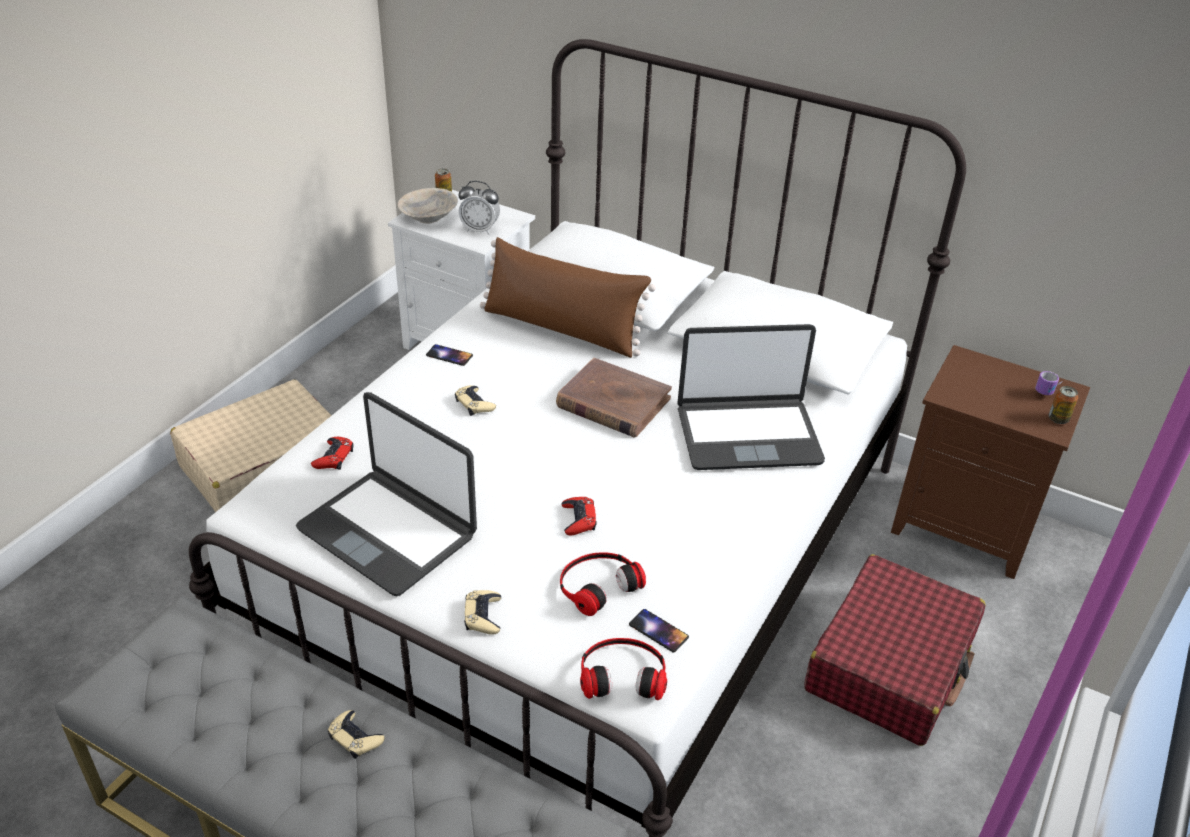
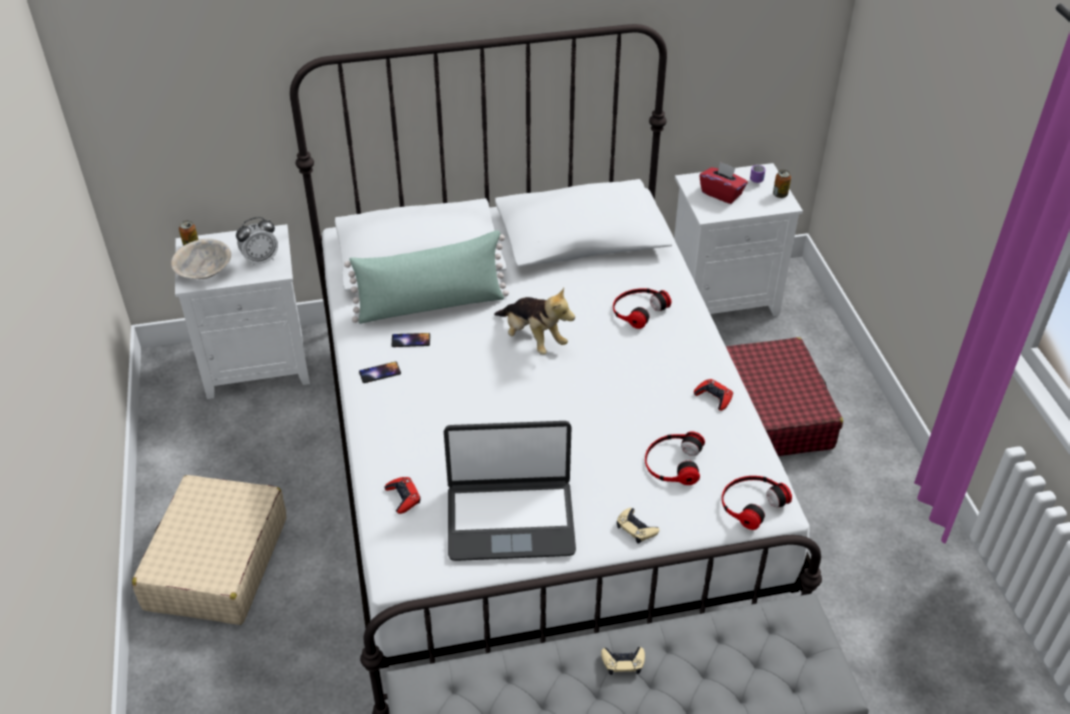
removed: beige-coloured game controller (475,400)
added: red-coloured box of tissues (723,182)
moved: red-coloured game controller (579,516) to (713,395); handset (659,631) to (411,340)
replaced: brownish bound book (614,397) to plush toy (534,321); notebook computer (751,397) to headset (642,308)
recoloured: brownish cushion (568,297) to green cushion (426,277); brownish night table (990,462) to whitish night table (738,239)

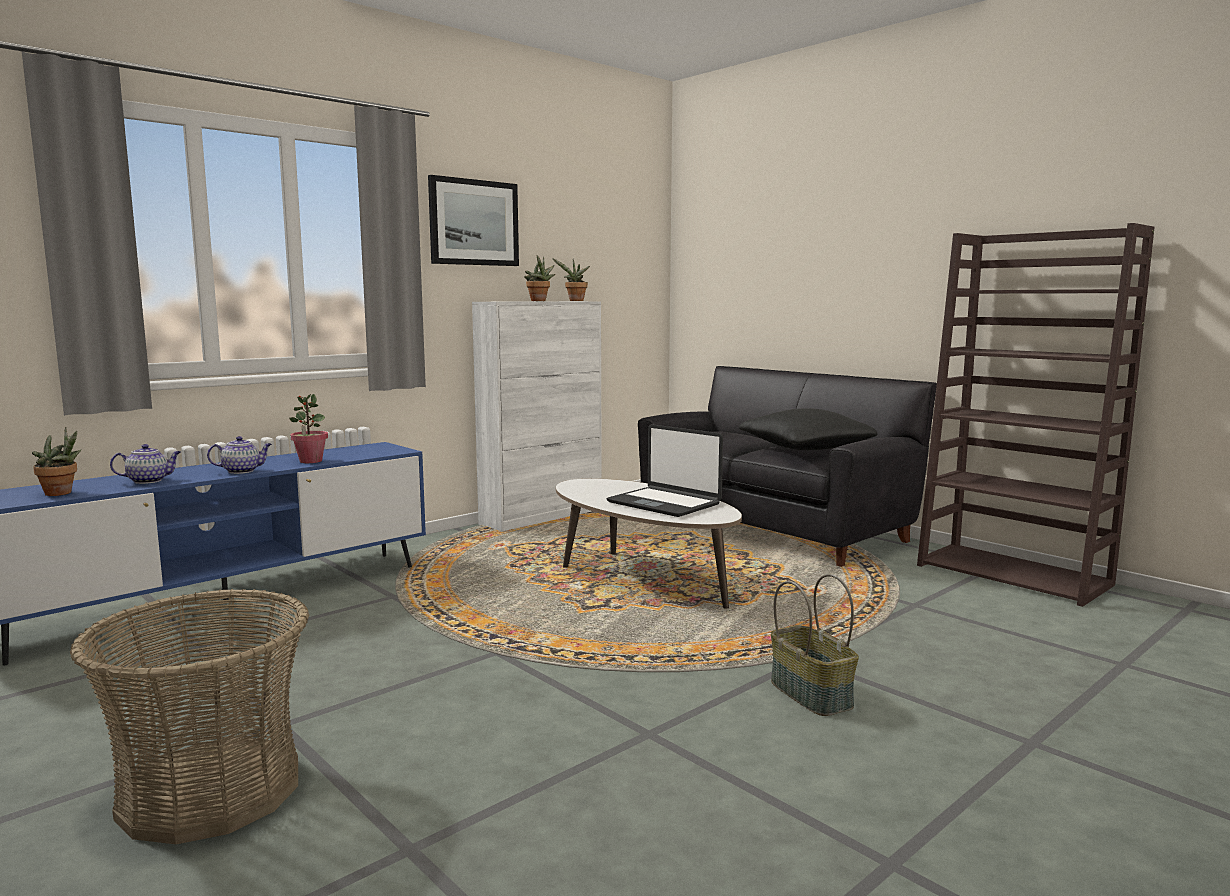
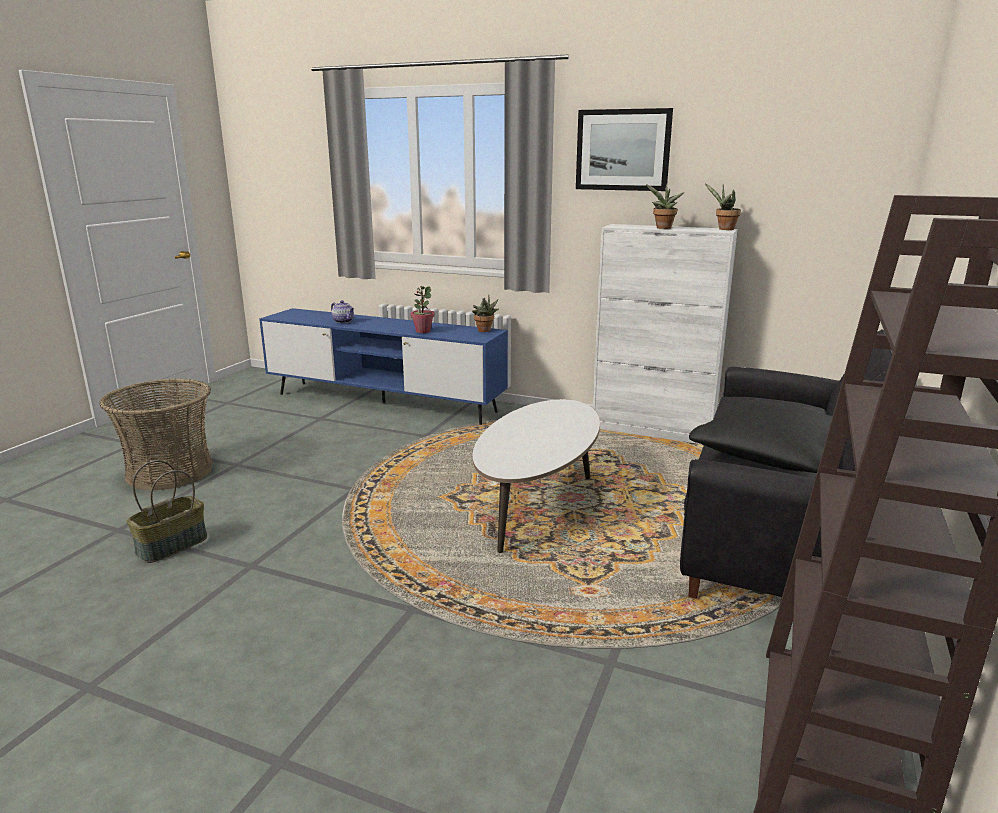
removed: tea pot (239,455); notebook computer (665,470)
moved: potted plant (56,461) to (485,313); basket (815,645) to (167,511)

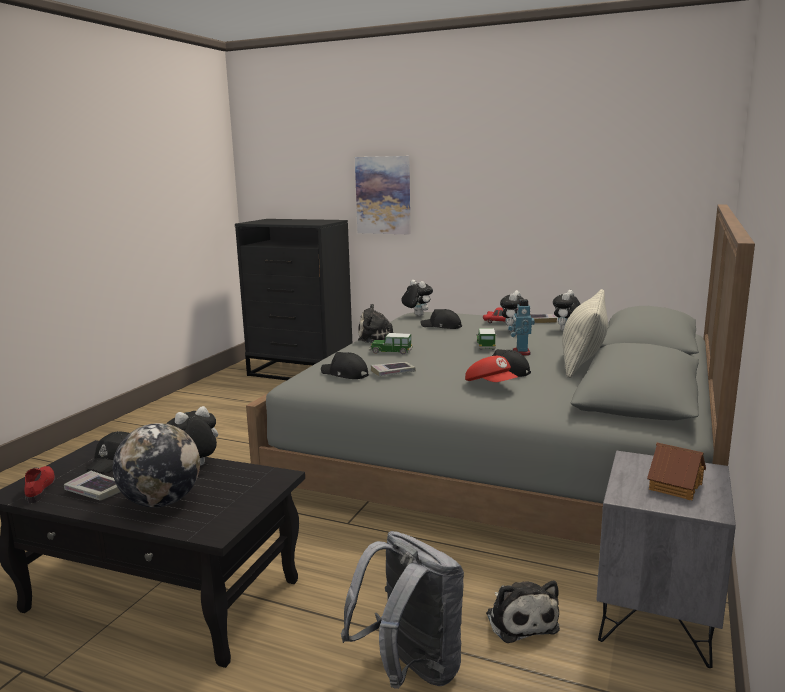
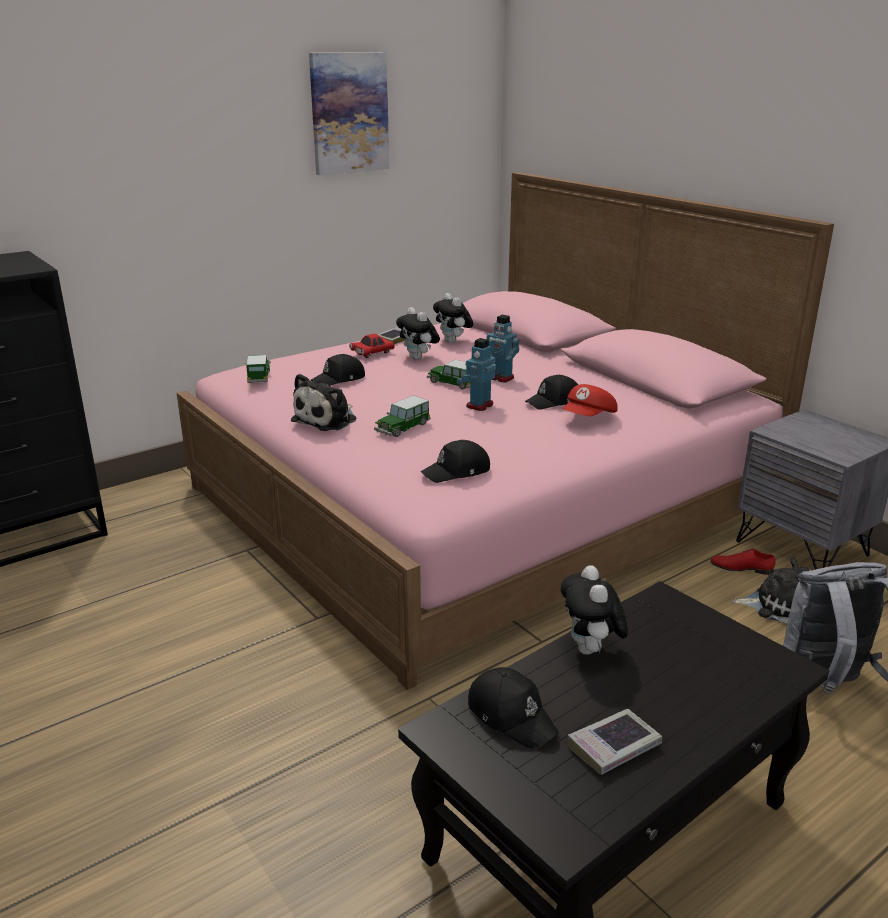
removed: desk globe (156,465); bound book (393,369); cushion (585,333); model house (676,471)
added: robot figure (476,374)
moved: red-coloured shoe (40,485) to (743,562); wall art (382,195) to (349,113)
replaced: plush toy (417,298) to toy car (258,369)
recoloured: greyish bed (500,375) to pink bed (505,431)
turned: red-coloured peaked cap (491,369) = (590,400) 135 degrees clockwise

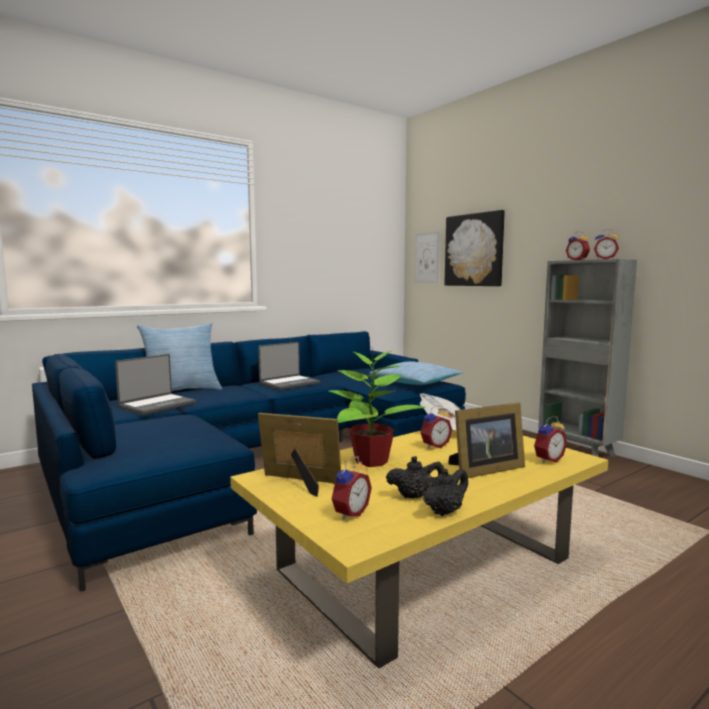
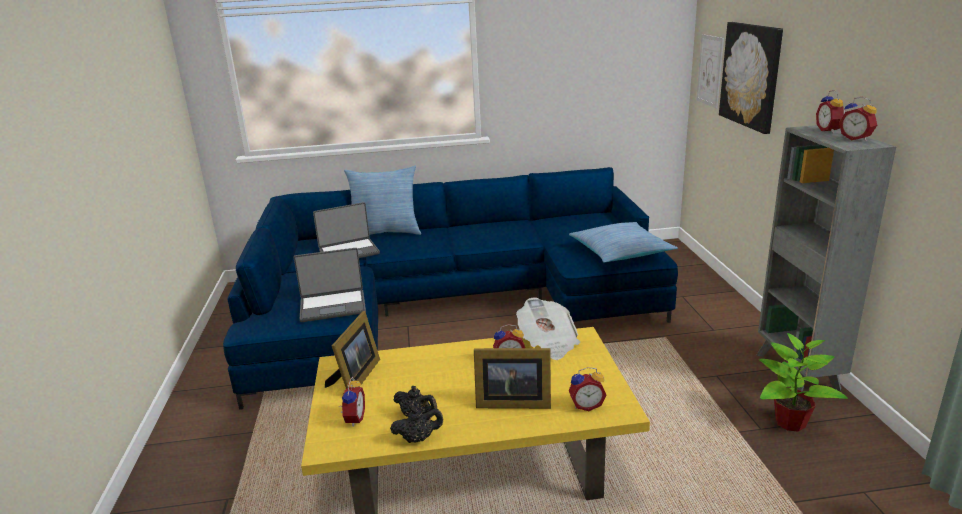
moved: notebook computer (289,366) to (330,285); potted plant (377,406) to (803,382)
turned: picture frame (299,455) = (352,350) 60 degrees clockwise; alarm clock (352,488) = (351,402) 60 degrees counterclockwise

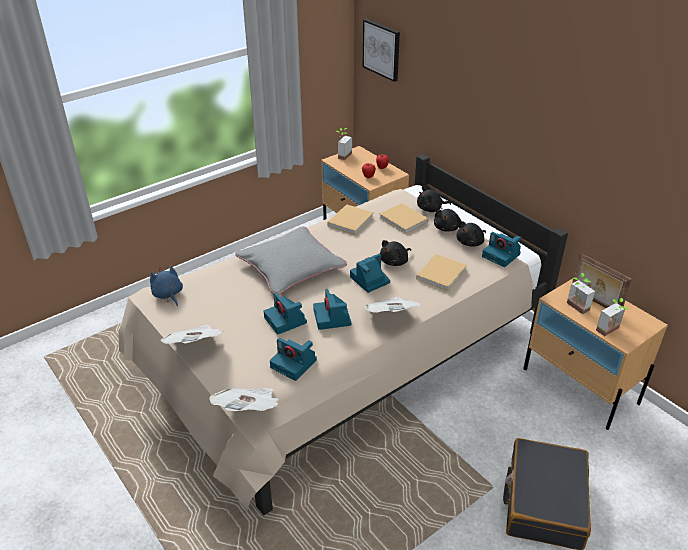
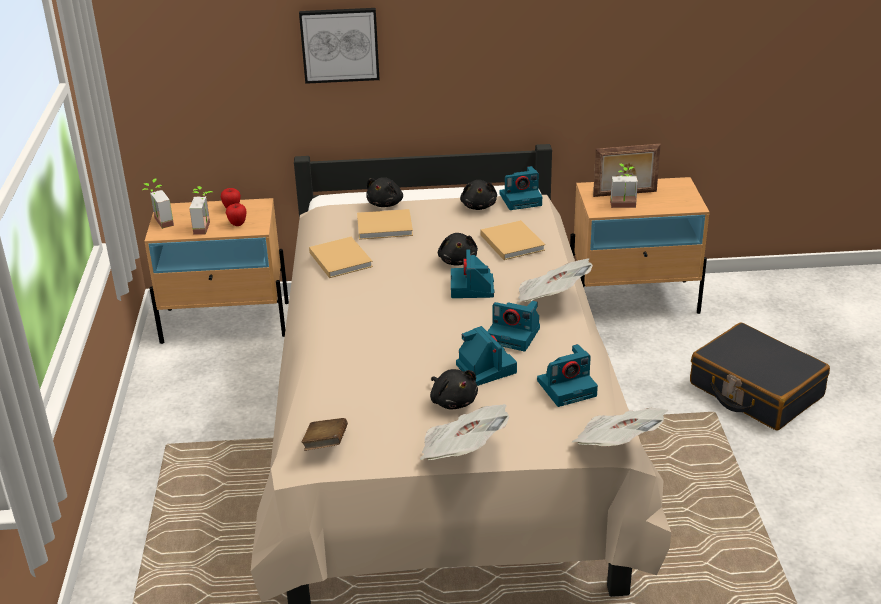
removed: greyish cushion (291,261)
moved: wall art (381,50) to (339,46); black-coloured plush toy (447,220) to (454,389); potted plant (612,317) to (200,210)
replaced: blue plush toy (166,286) to brownish bound book (325,434)
turned: still camera (285,314) = (486,356) 120 degrees counterclockwise

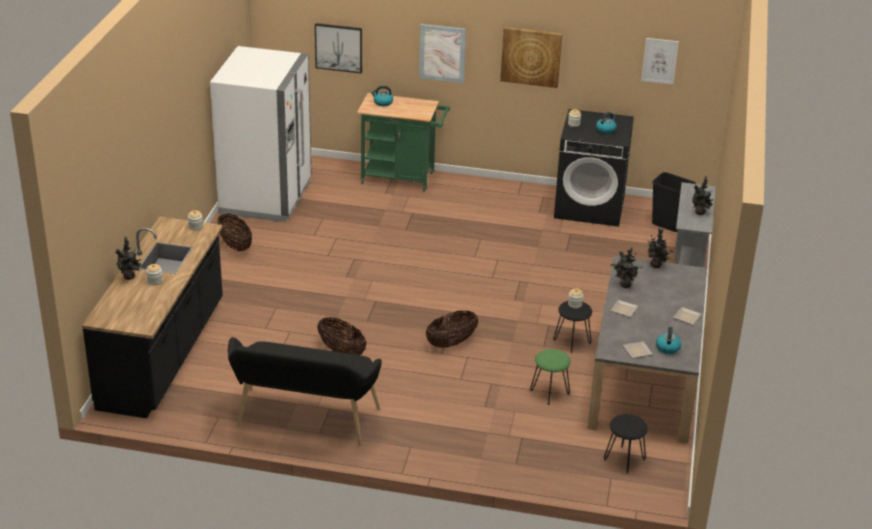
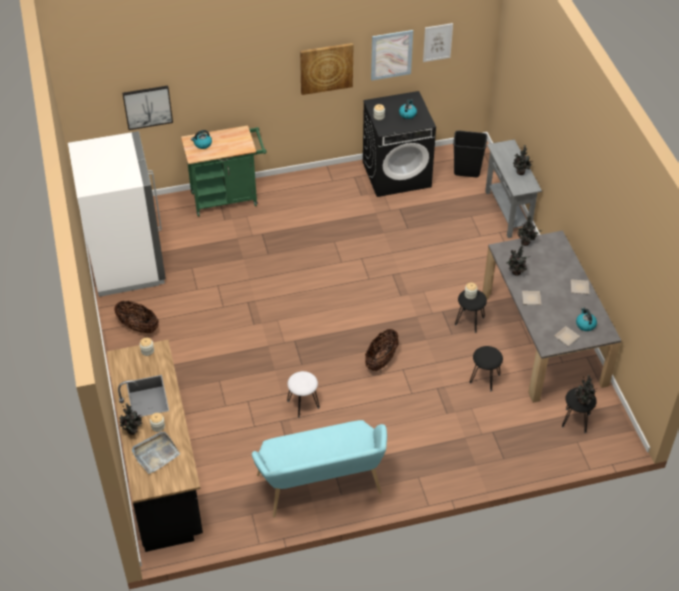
added: greyish serving tray (156,453); potted plant (586,390)
moved: wall art (442,53) to (392,55)
replaced: basket (342,336) to whitish sitting stool (303,394)
recoloured: black-coloured bench (305,391) to turquoise bench (319,468); green sitting stool (550,377) to black-coloured sitting stool (486,368)

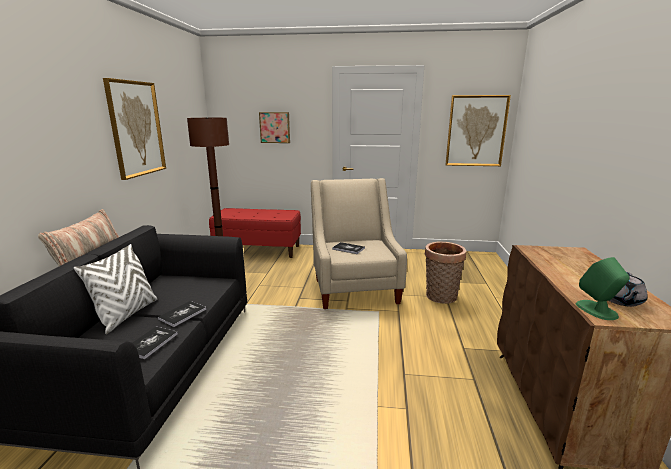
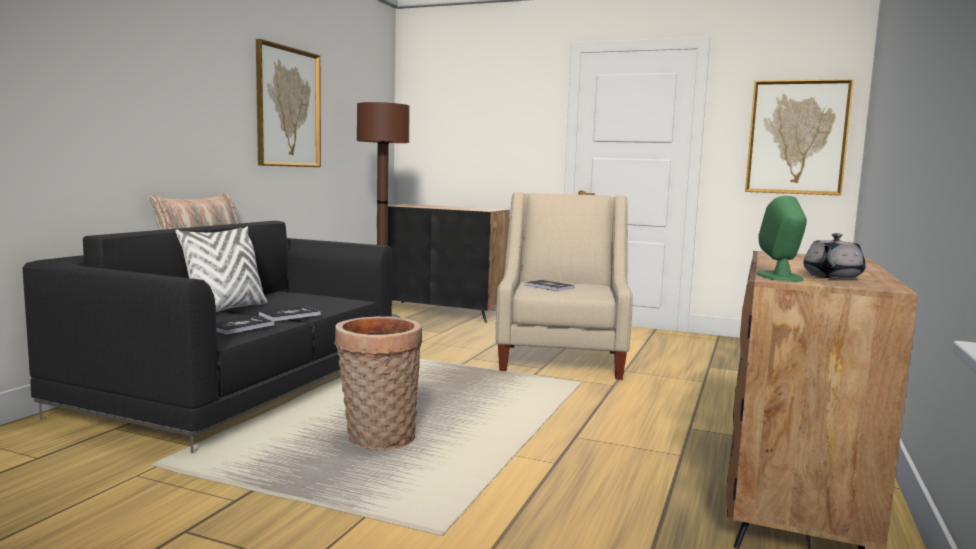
removed: wall art (274,127)
moved: basket (445,273) to (378,383)
replaced: red-coloured bench (255,233) to black-coloured cupboard (449,263)

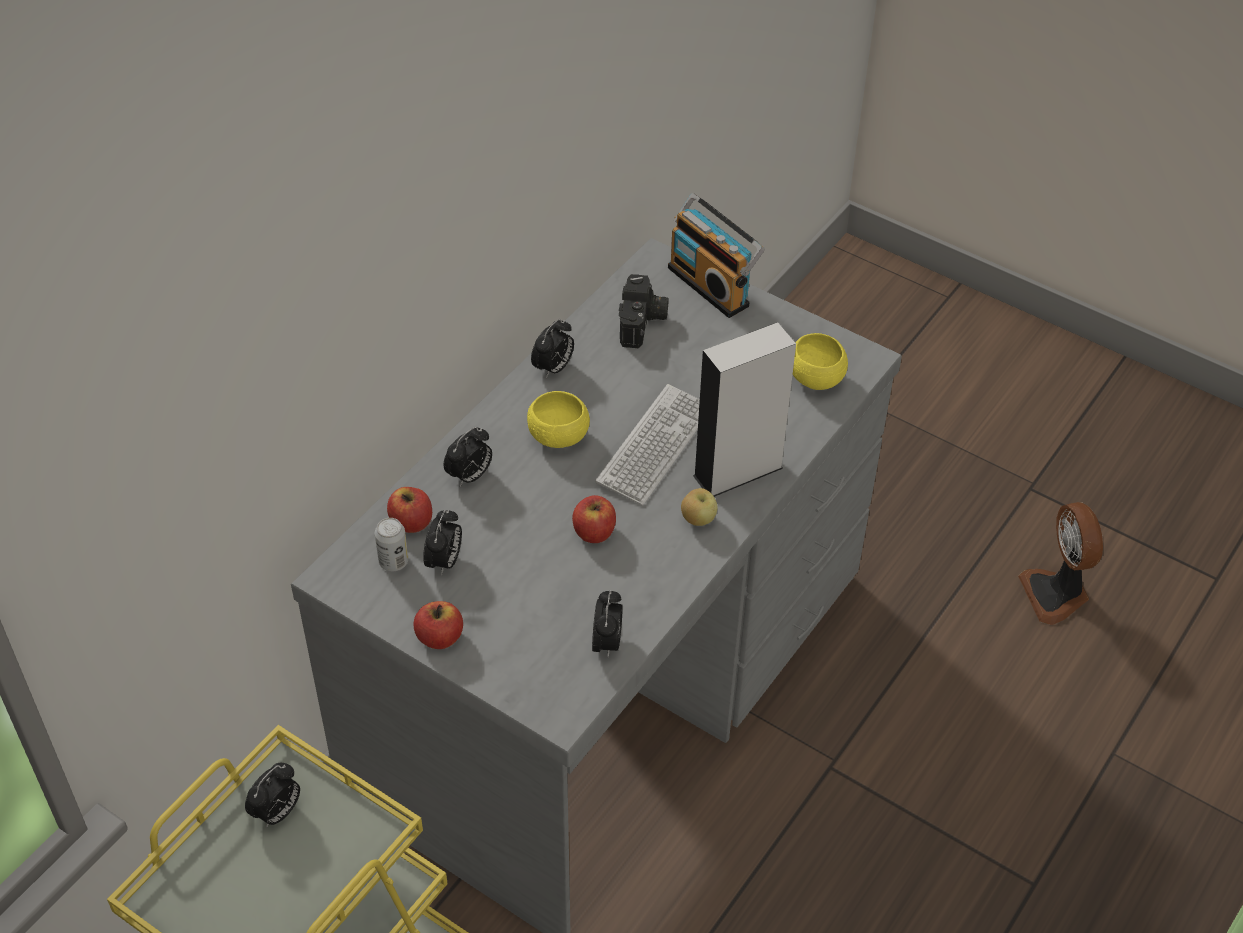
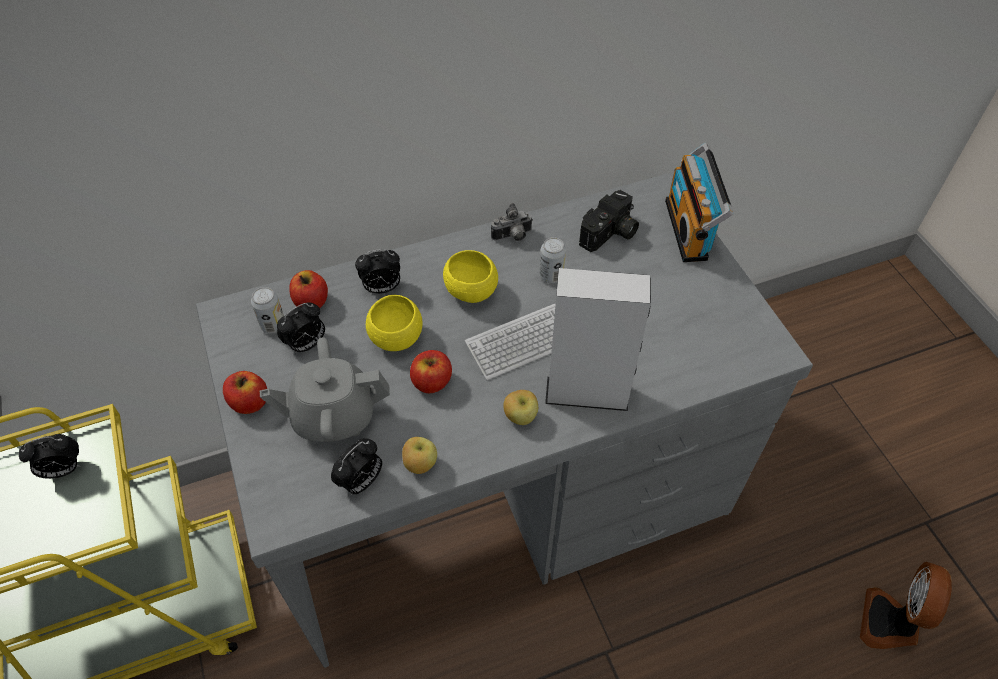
added: greyish tea pot (325,389); apple (419,455); can (552,260)
moved: yellow-coloured deep dish (820,361) to (394,323)
replaced: alarm clock (552,349) to still camera (512,222)

